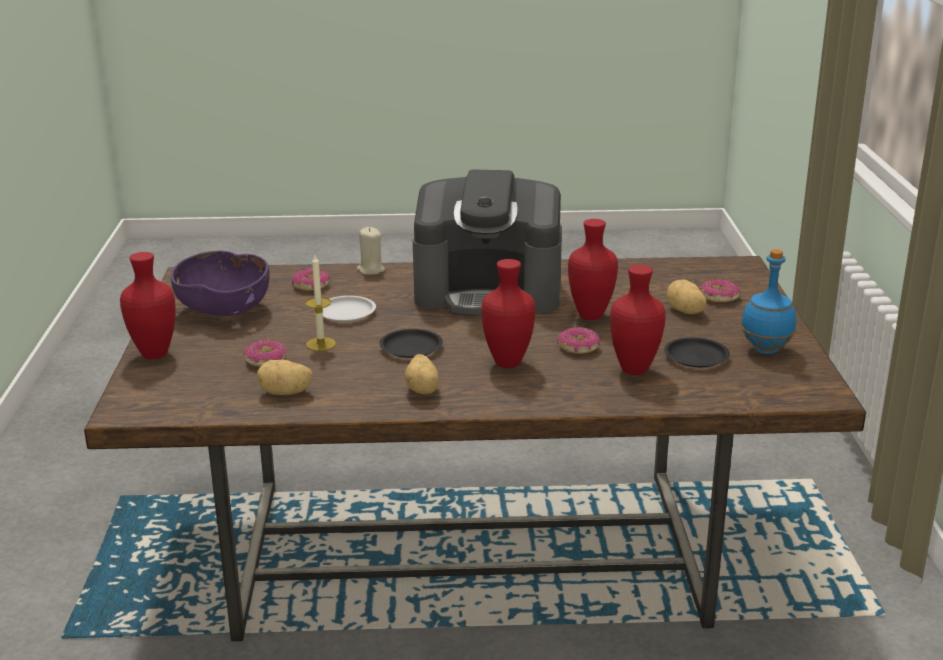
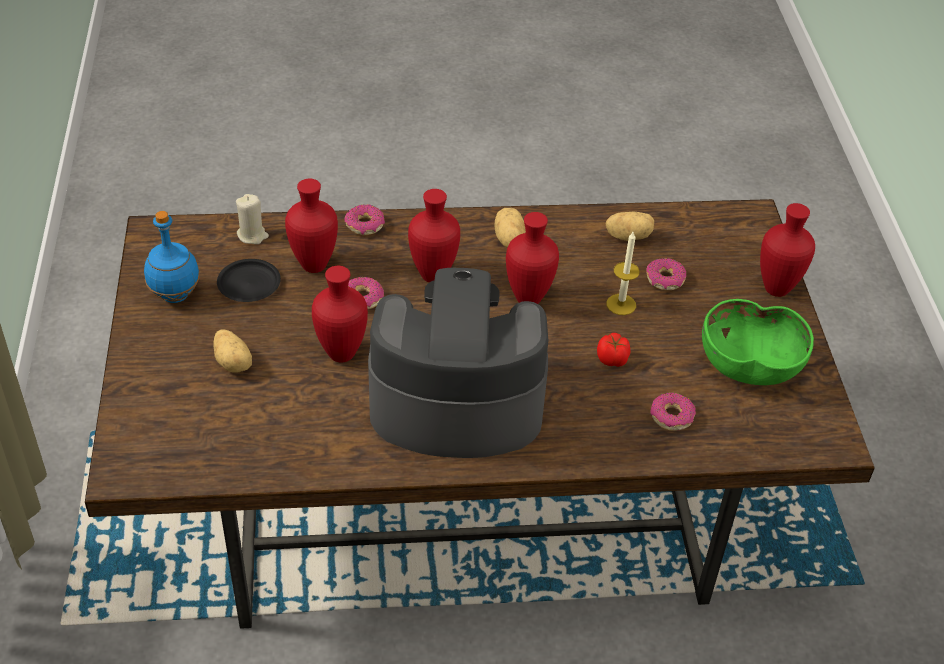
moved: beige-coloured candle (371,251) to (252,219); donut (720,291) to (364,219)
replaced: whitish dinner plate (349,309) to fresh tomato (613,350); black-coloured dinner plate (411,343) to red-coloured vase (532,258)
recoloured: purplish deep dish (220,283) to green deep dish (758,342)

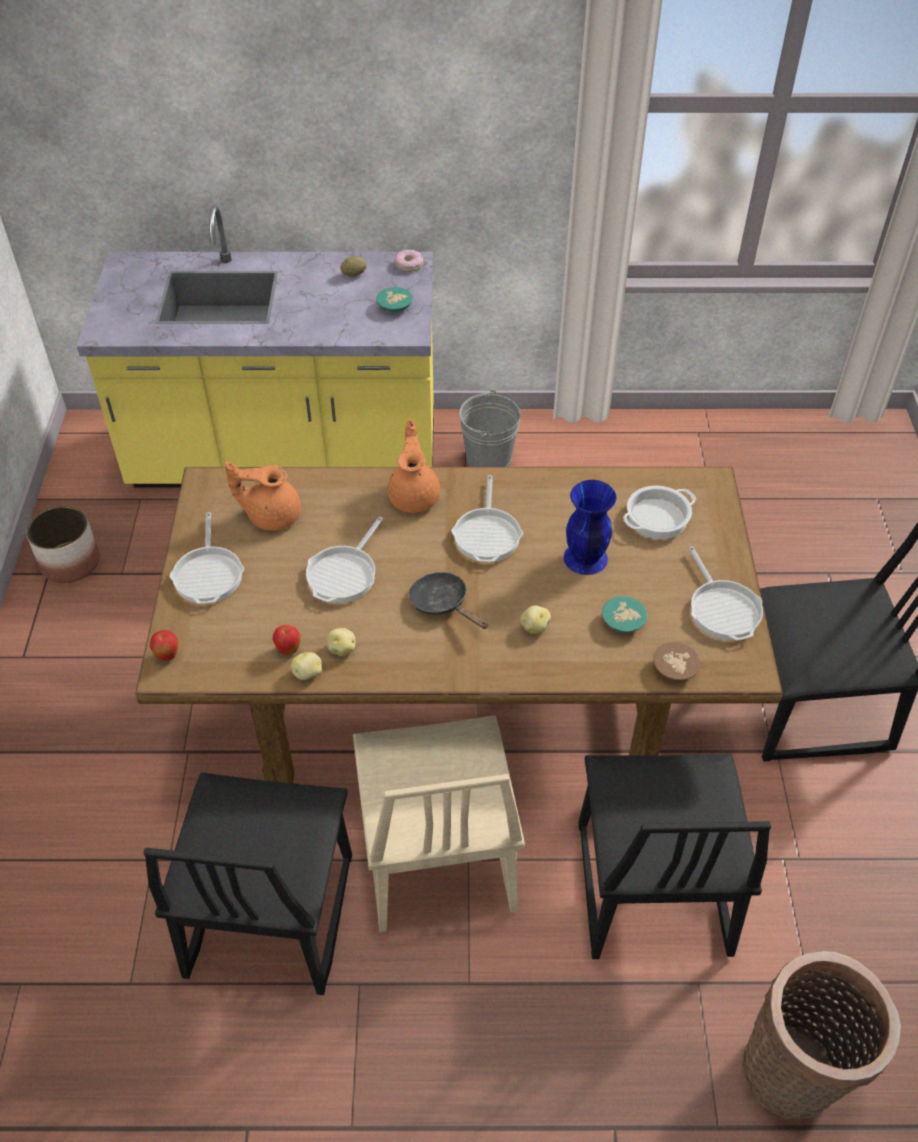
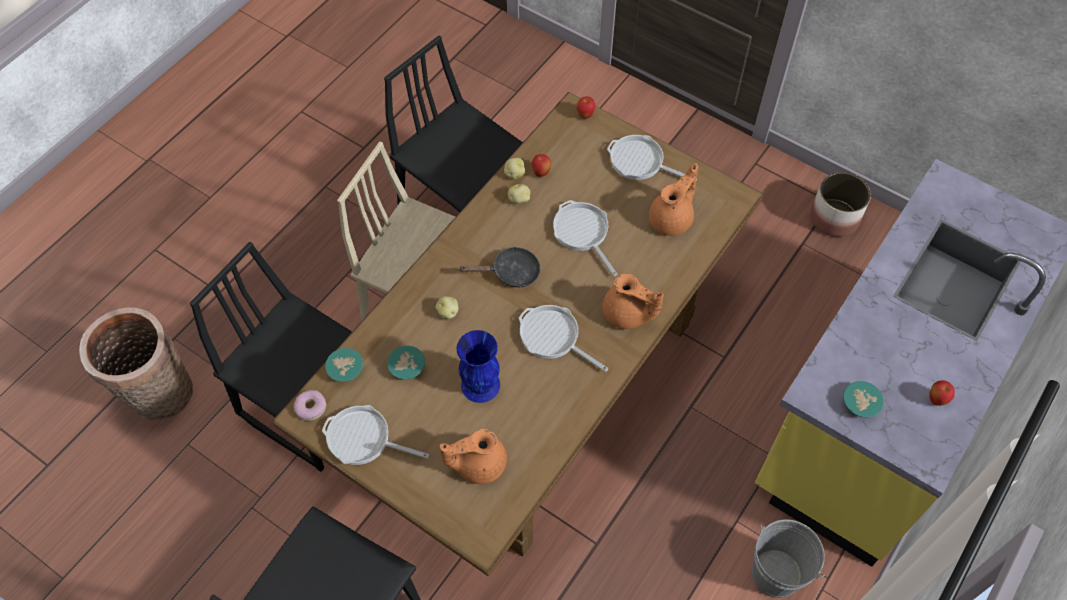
moved: donut (409,261) to (310,405)
replaced: spud (354,266) to apple (942,393); cooking pot (659,512) to orange-coloured tea pot (473,456)
recoloured: brownish deep dish (677,661) to turquoise deep dish (344,365)

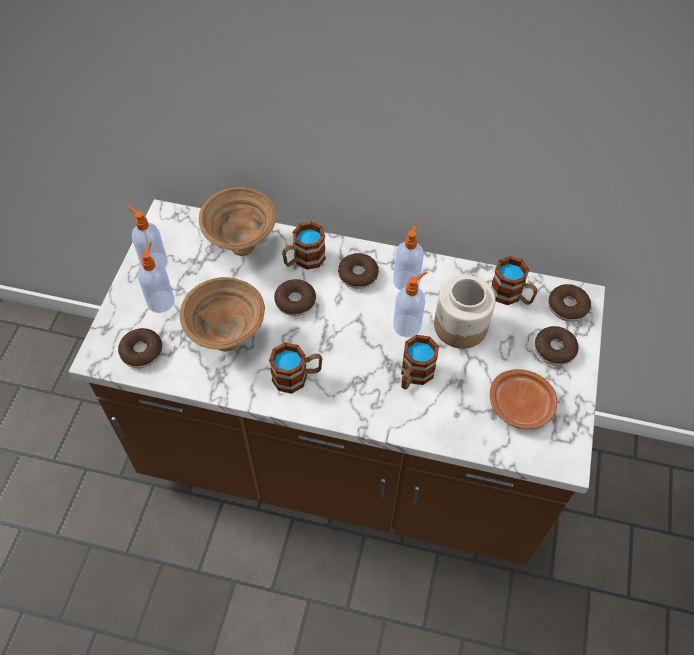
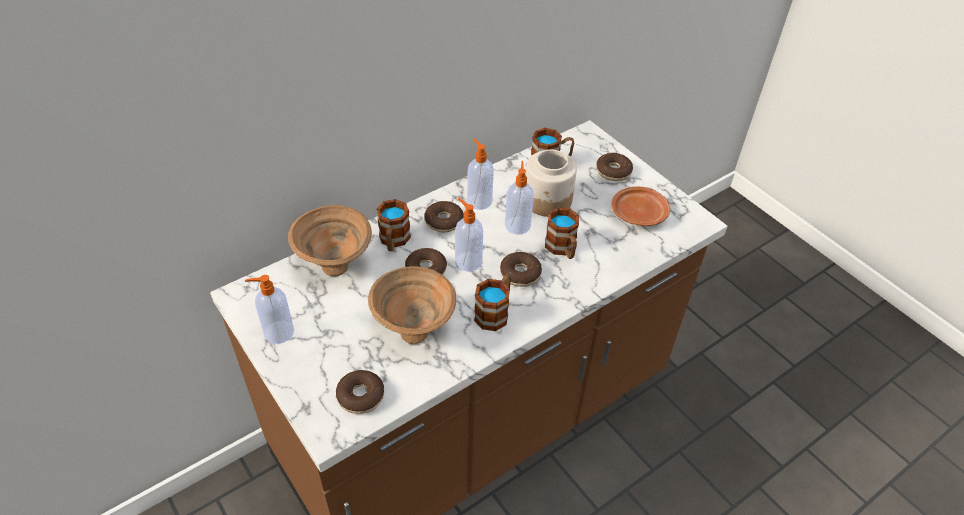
moved: soap bottle (156,277) to (469,235); donut (569,303) to (521,269)

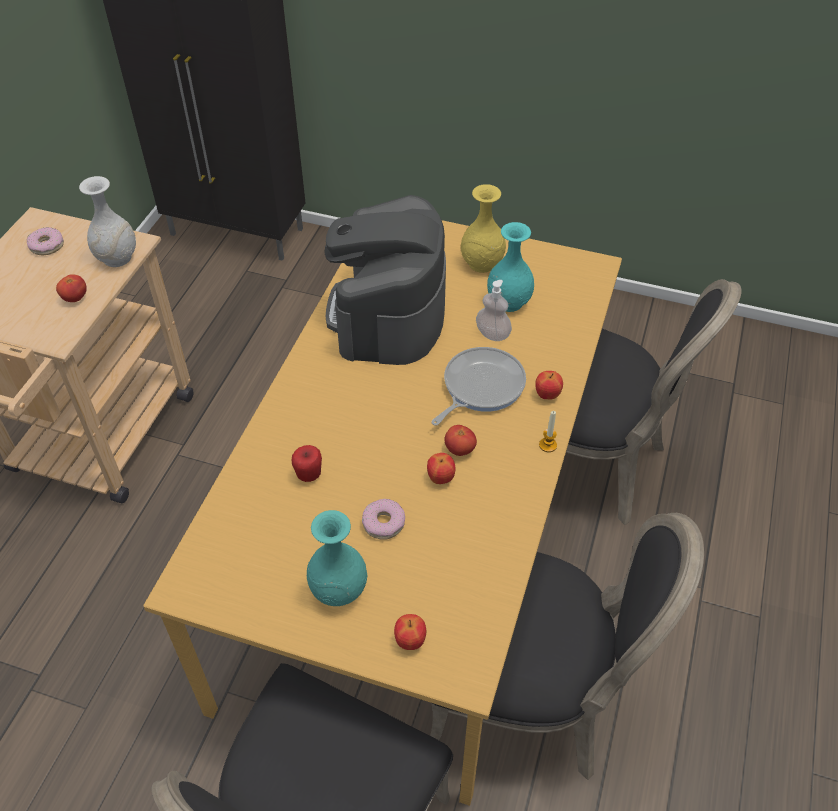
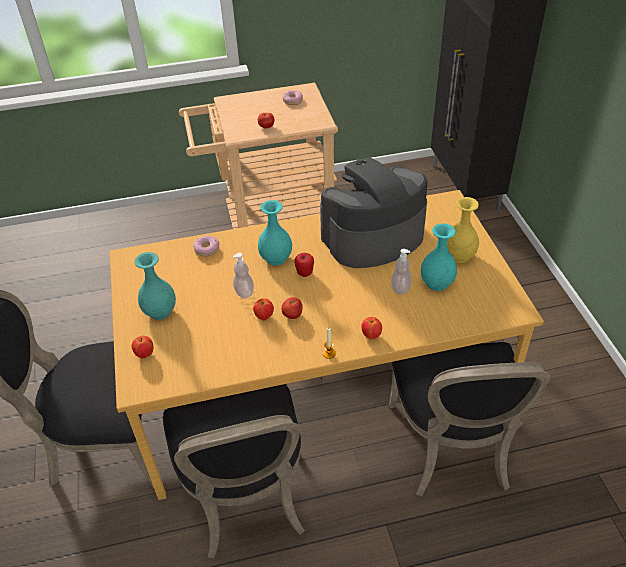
removed: whitish vase (107,221); skillet (478,386)
added: soap bottle (243,275); turquoise vase (275,233)
moved: apple (307,463) to (304,265); donut (383,519) to (206,246)

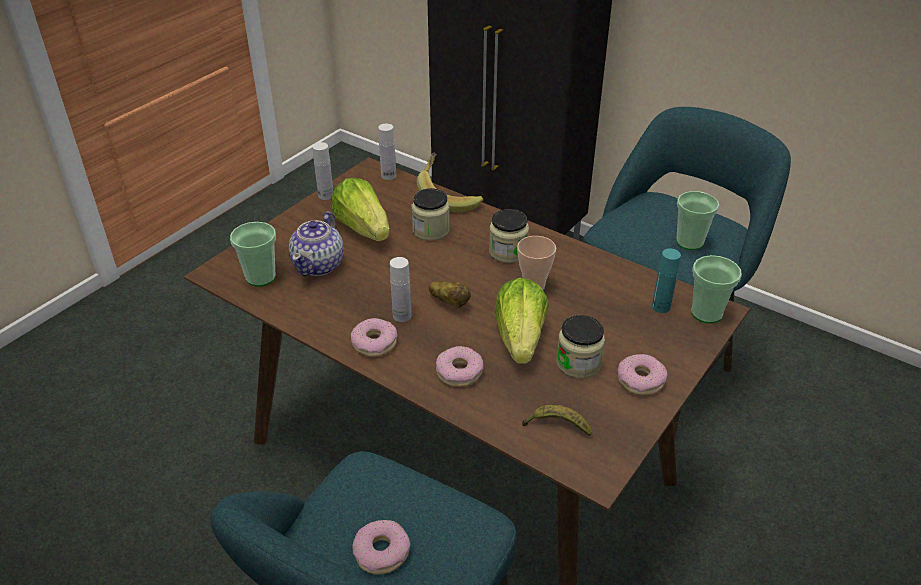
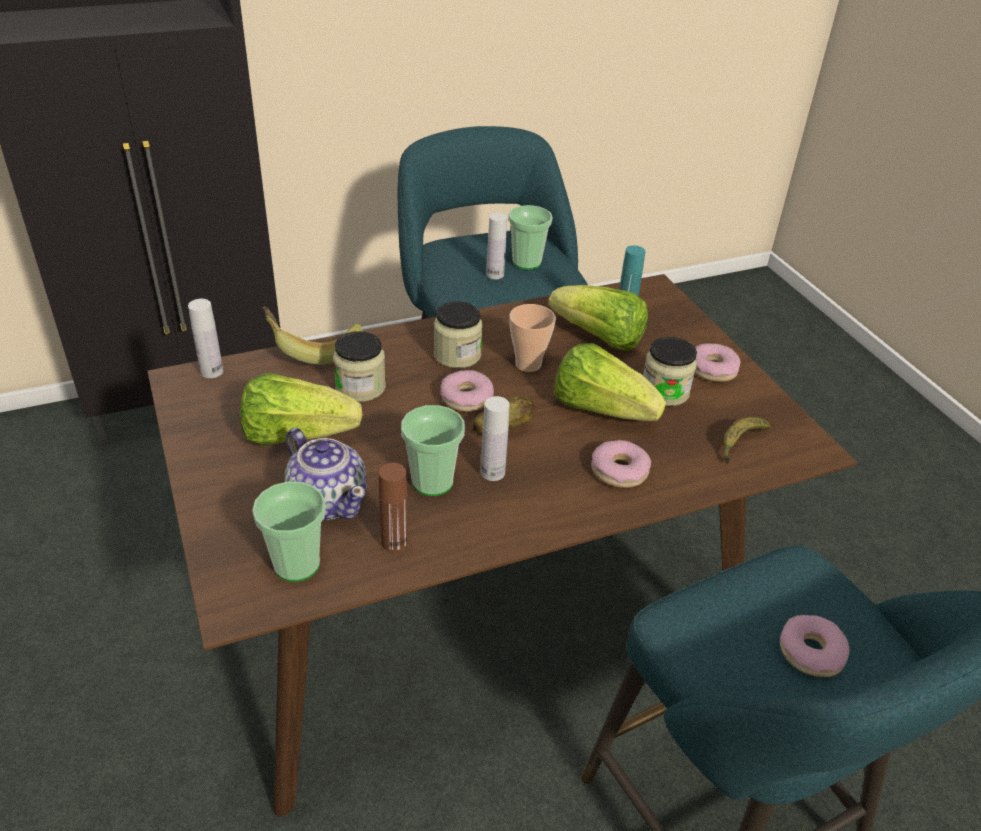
added: brownish beverage bottle (393,507); lettuce (598,318)
moved: whitish beverage bottle (322,171) to (496,246); donut (374,337) to (467,391); drinking cup (716,289) to (433,450)

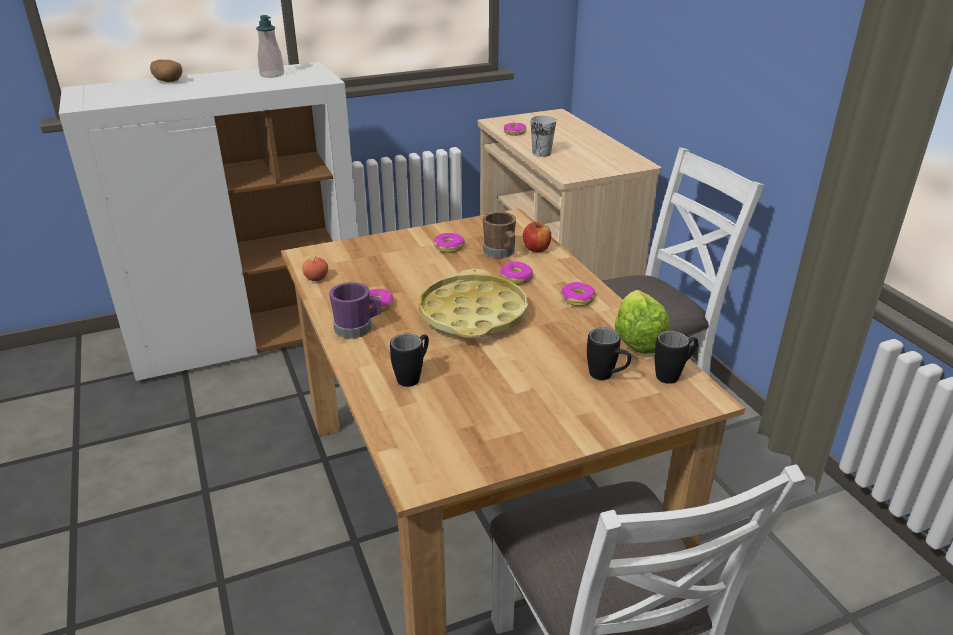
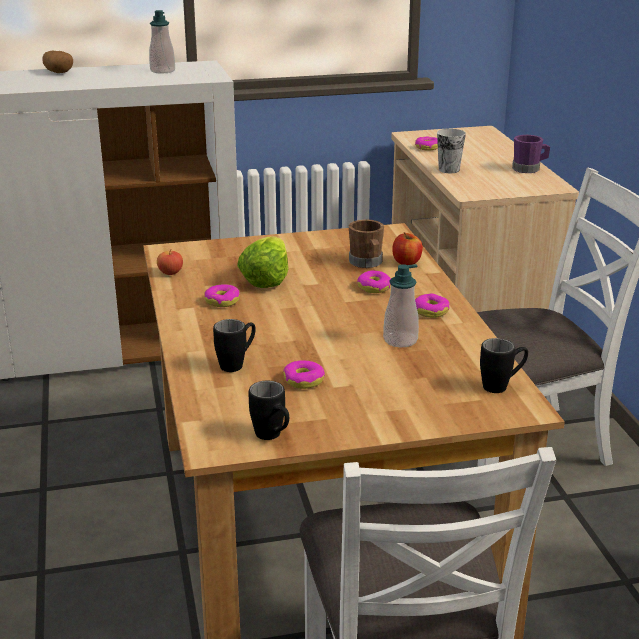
removed: yellow-coloured serving tray (473,303)
added: soap bottle (401,305)
moved: purplish mug (355,310) to (531,154); donut (449,243) to (304,375); black-coloured mug (609,354) to (269,410); lettuce (642,322) to (263,262)

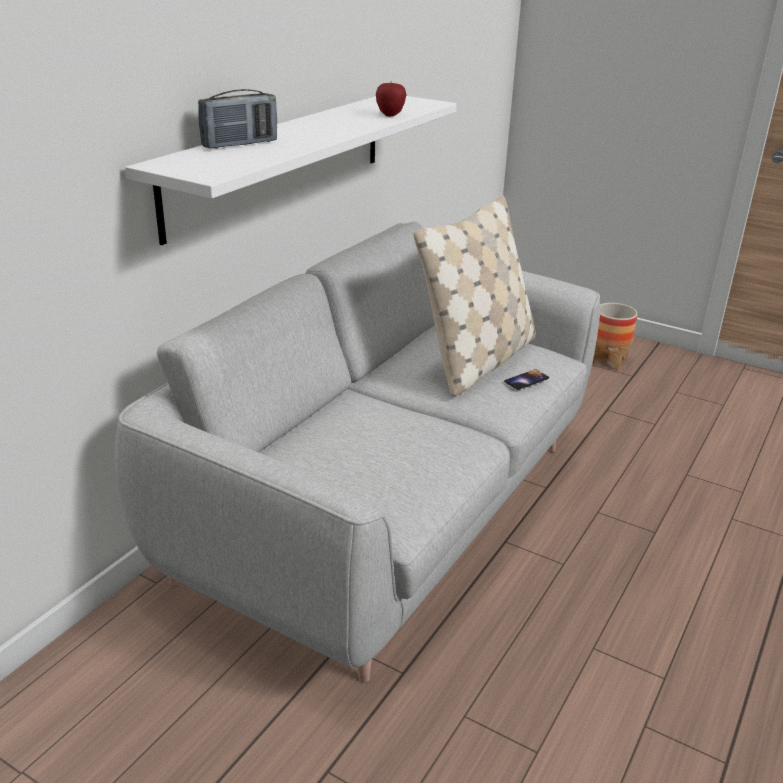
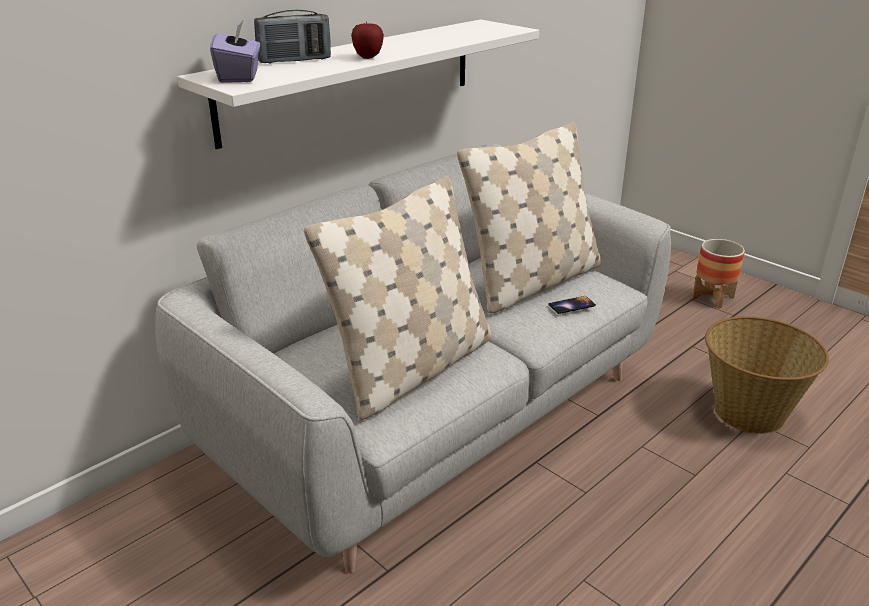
added: purplish box of tissues (235,52); beige-coloured cushion (398,297); basket (767,375)
moved: apple (391,99) to (367,40)

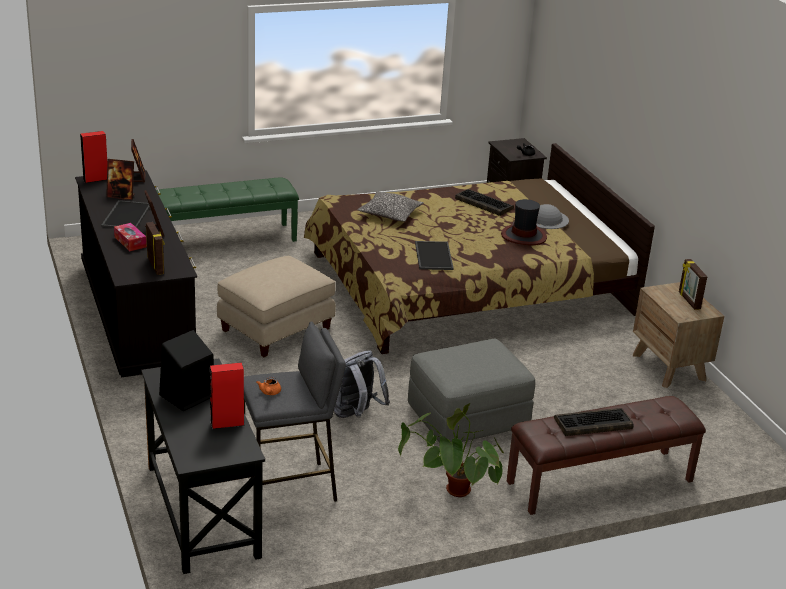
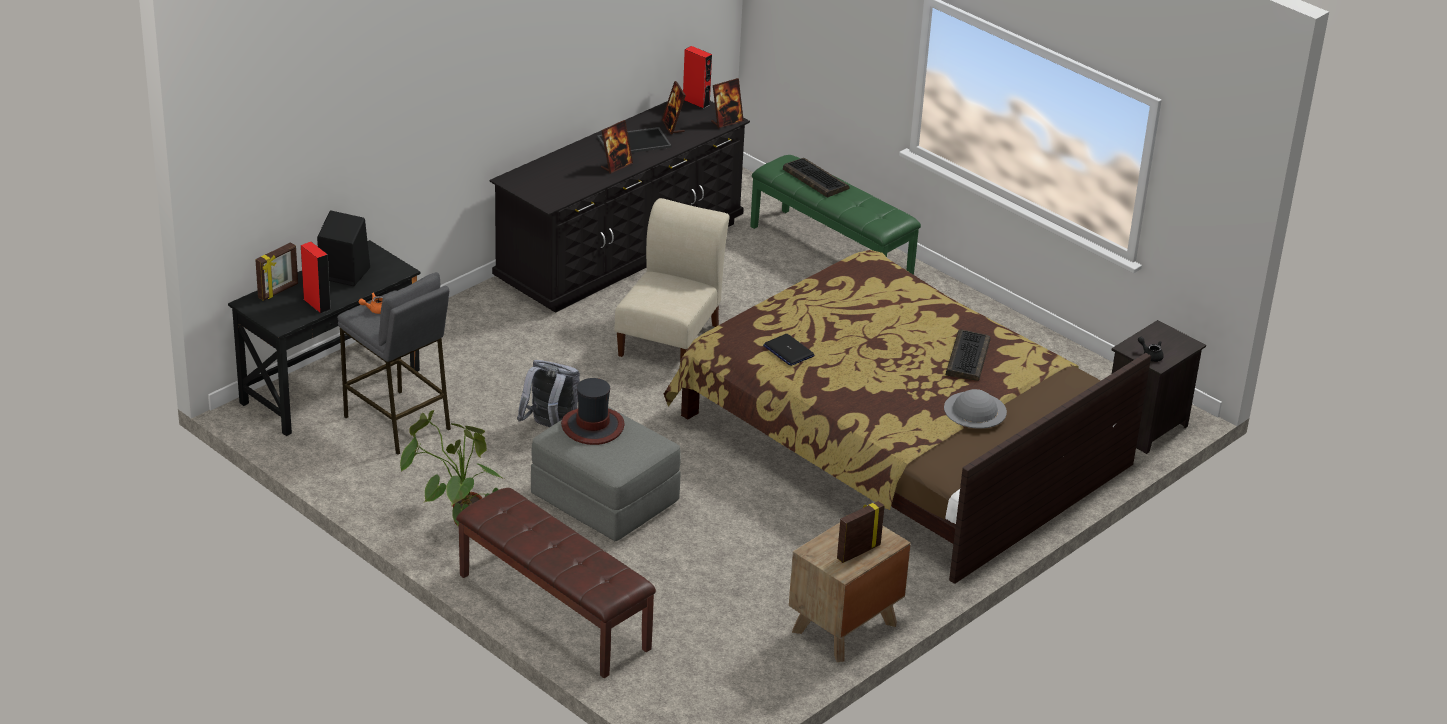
removed: box of tissues (130,237); cushion (390,206)
moved: picture frame (155,248) to (276,271); clothing hat (524,222) to (593,411); PC keyboard (594,422) to (816,178)
replaced: beige-coloured footrest (276,306) to beige-coloured plain chair (672,279); serving tray (434,255) to notebook computer (788,350)

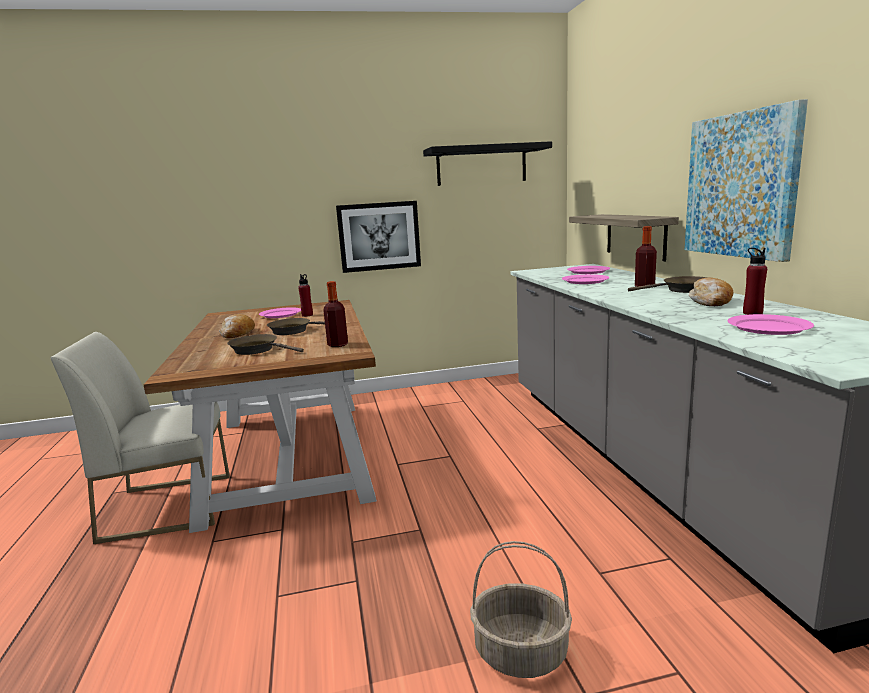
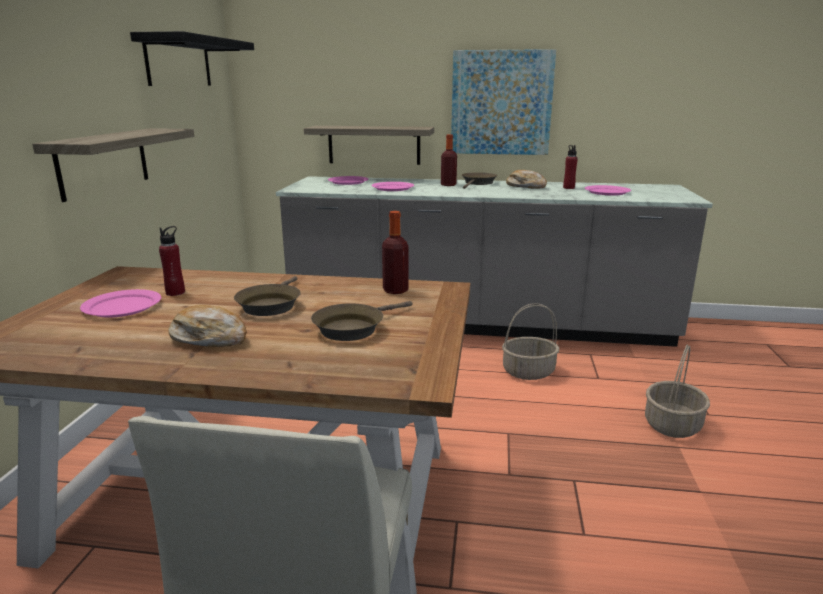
added: basket (530,341)
replaced: wall art (378,237) to bracket shelf (113,165)

